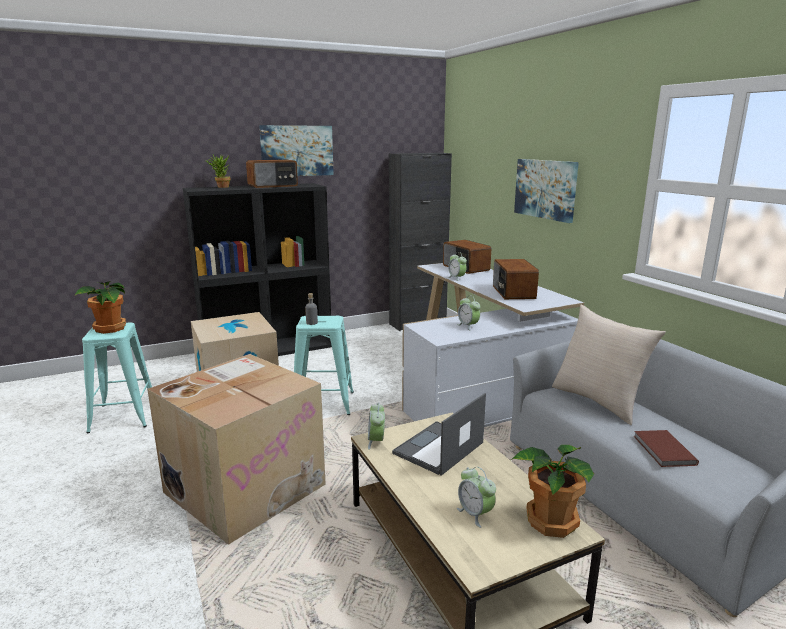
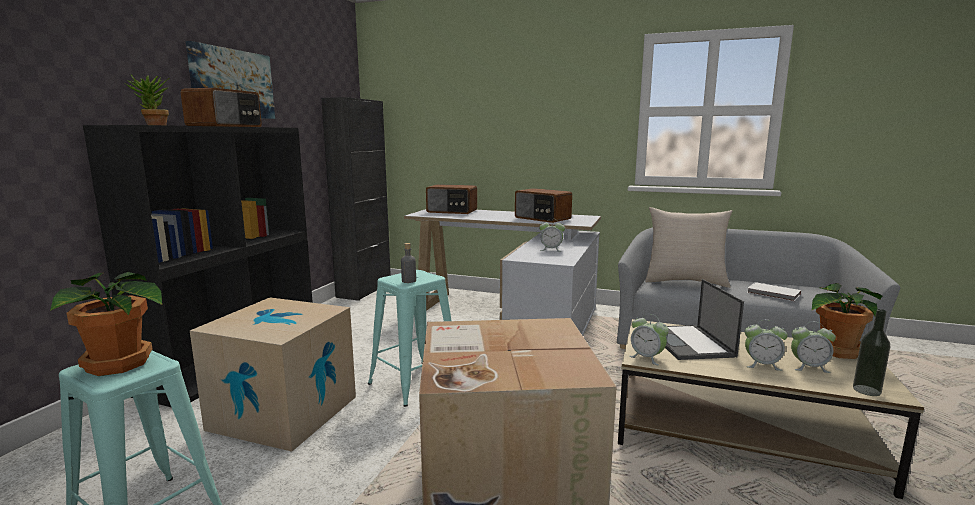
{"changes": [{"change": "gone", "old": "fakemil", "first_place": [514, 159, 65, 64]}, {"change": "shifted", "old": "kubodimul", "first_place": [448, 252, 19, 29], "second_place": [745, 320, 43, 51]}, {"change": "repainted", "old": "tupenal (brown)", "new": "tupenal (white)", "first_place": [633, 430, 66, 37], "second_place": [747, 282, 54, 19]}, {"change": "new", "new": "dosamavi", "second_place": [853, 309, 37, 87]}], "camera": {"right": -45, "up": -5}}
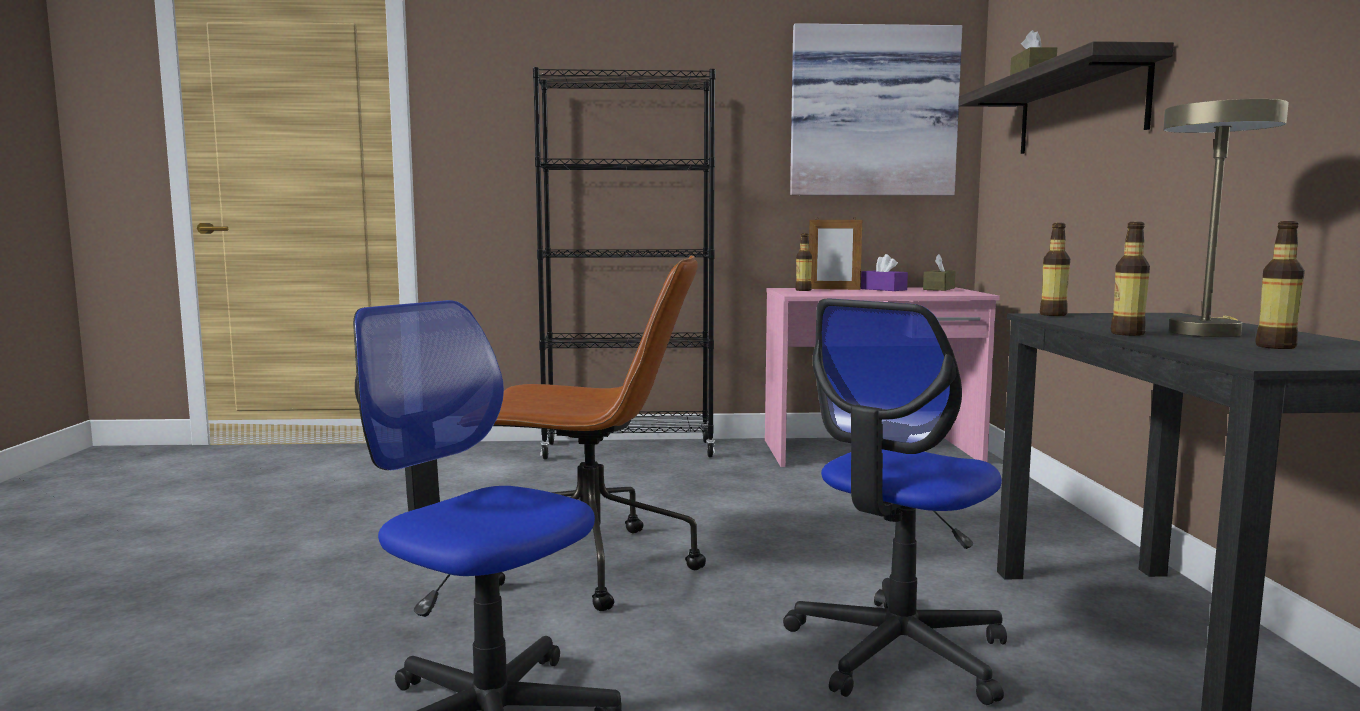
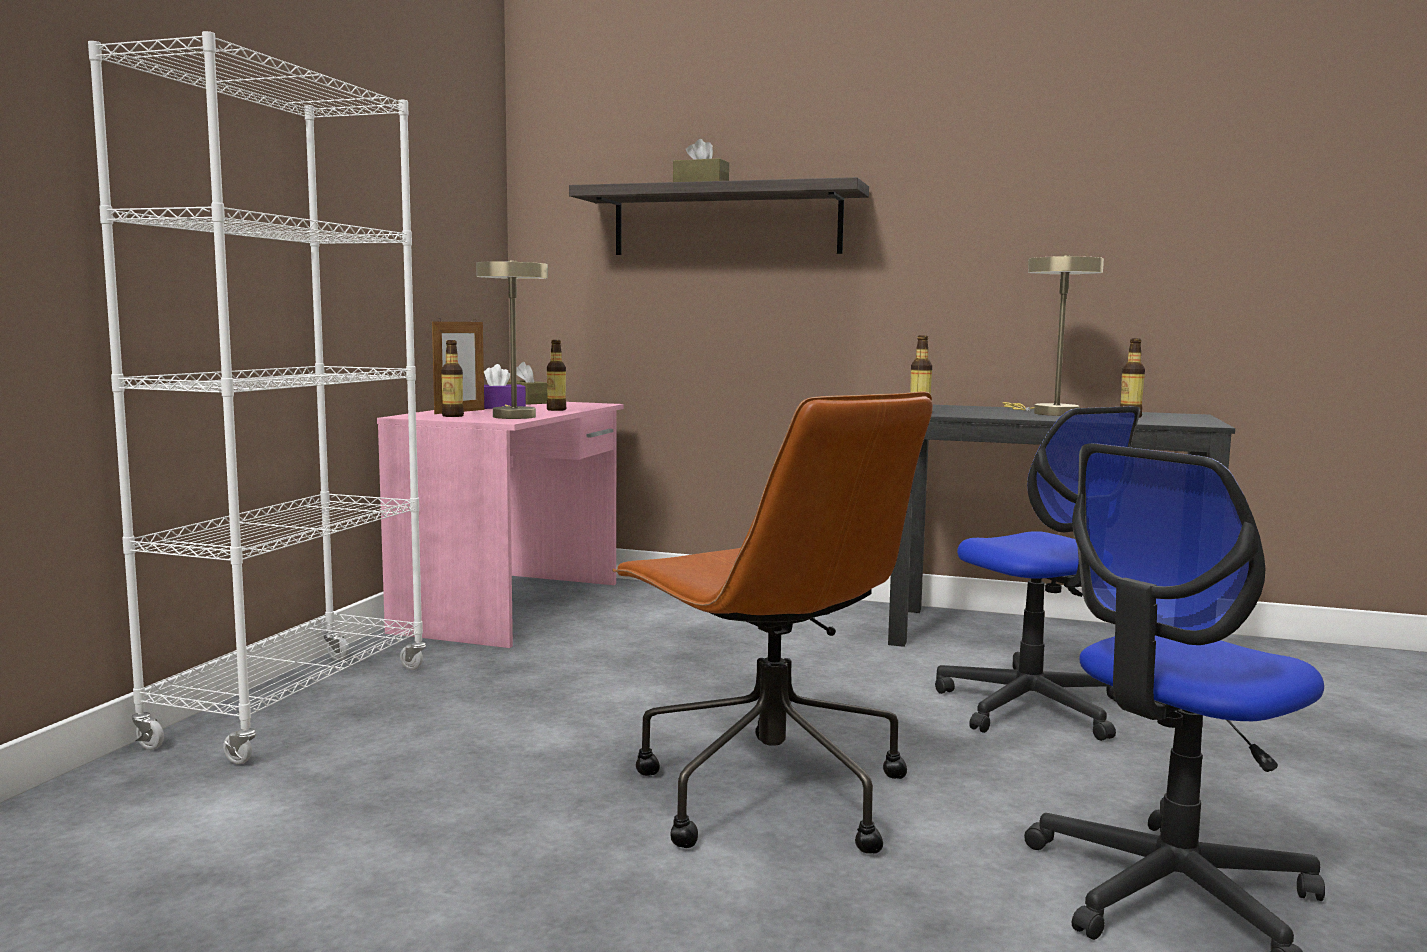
{"changes": [{"change": "gone", "old": "fakemil", "first_place": [790, 23, 172, 173]}, {"change": "repainted", "old": "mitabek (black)", "new": "mitabek (white)", "first_place": [533, 67, 183, 392], "second_place": [88, 31, 338, 733]}, {"change": "shifted", "old": "dosamavi", "first_place": [1111, 222, 39, 114], "second_place": [547, 340, 20, 71]}, {"change": "rotated", "old": "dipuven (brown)", "first_place": [493, 256, 213, 355], "second_place": [613, 392, 320, 462], "degrees": 120}, {"change": "new", "new": "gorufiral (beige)", "second_place": [476, 261, 72, 158]}], "camera": {"right": -70, "up": 0}}
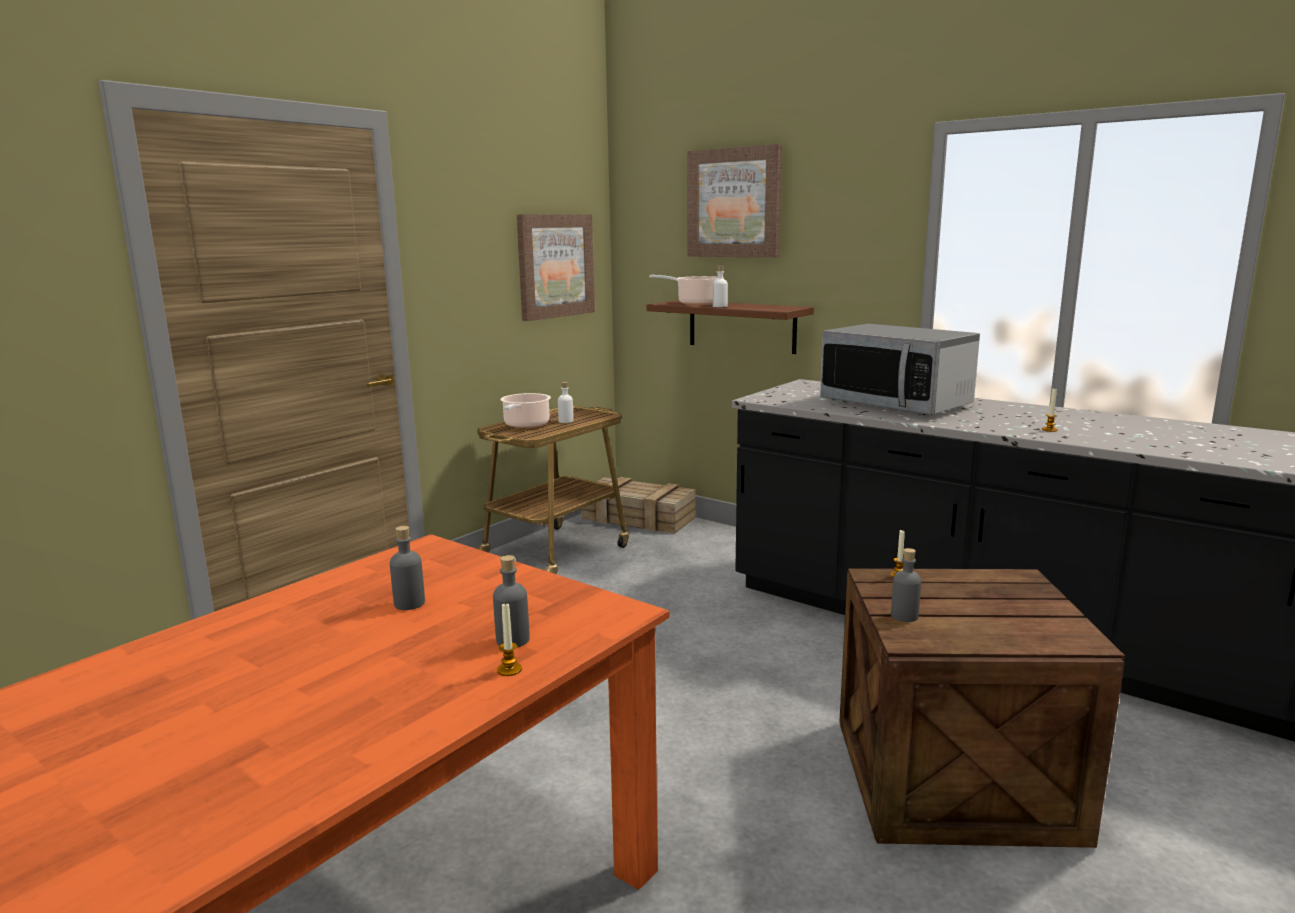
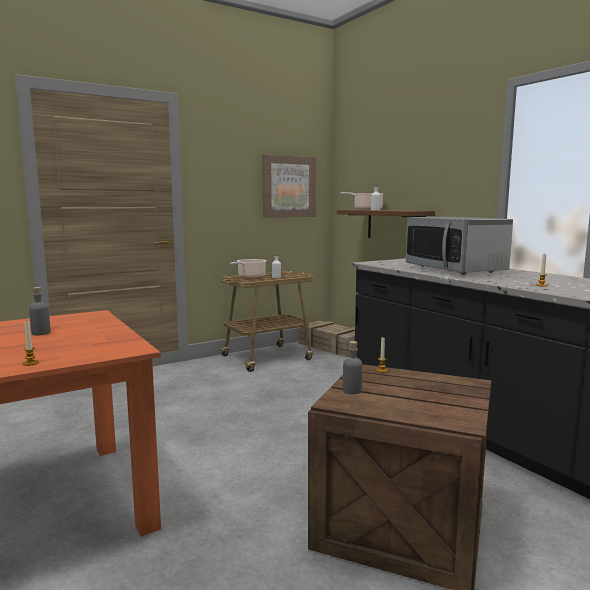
{"changes": [{"change": "gone", "old": "fakemil", "first_place": [687, 144, 95, 114]}, {"change": "gone", "old": "dosamavi (grey)", "first_place": [493, 555, 37, 92]}], "camera": {"right": 20, "up": -5}}
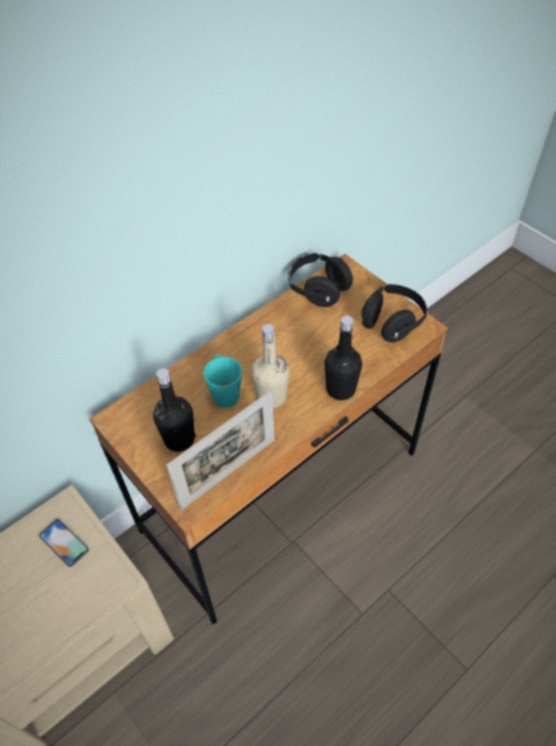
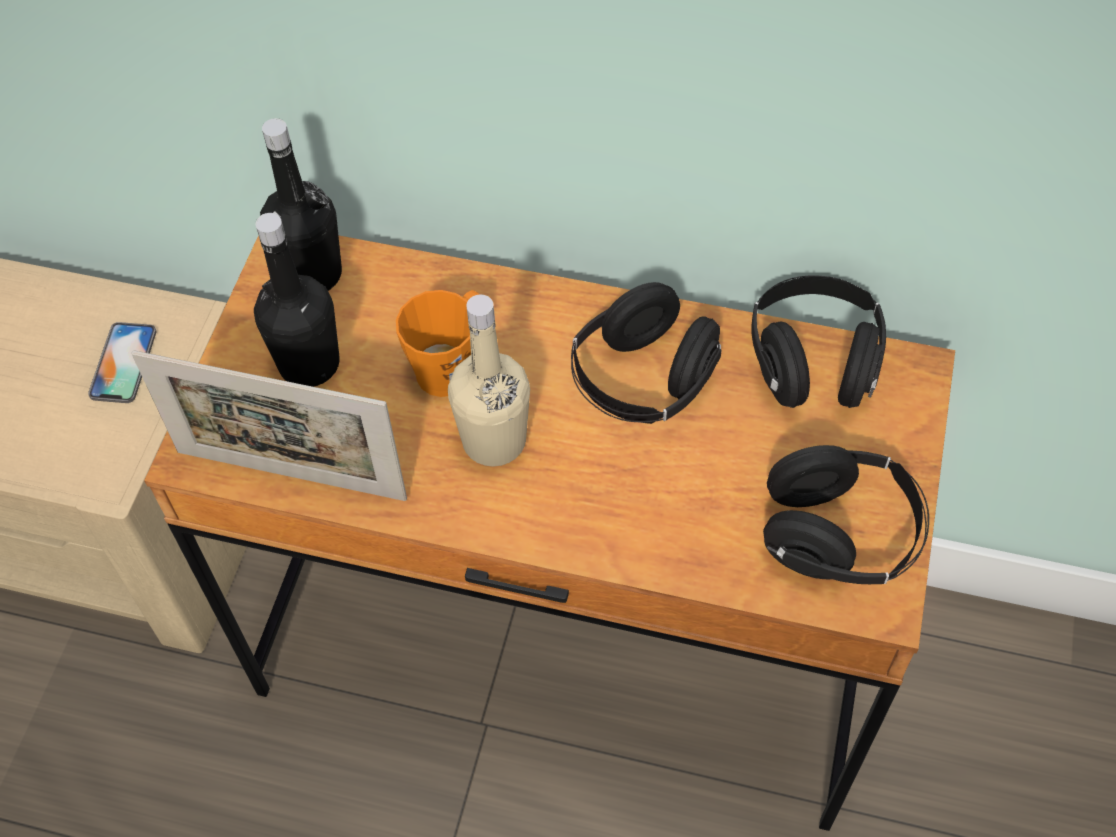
{"changes": [{"change": "shifted", "old": "dosamavi (black)", "first_place": [324, 315, 38, 85], "second_place": [260, 118, 82, 173]}, {"change": "repainted", "old": "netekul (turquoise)", "new": "netekul (orange)", "first_place": [203, 354, 39, 54], "second_place": [396, 290, 84, 107]}, {"change": "new", "new": "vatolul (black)", "second_place": [571, 282, 150, 142]}], "camera": {"right": 55, "up": 5}}
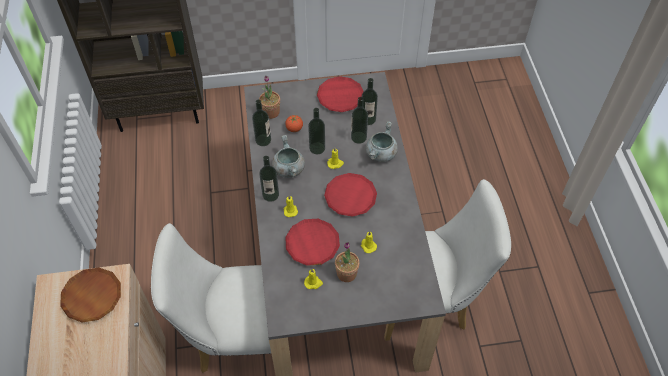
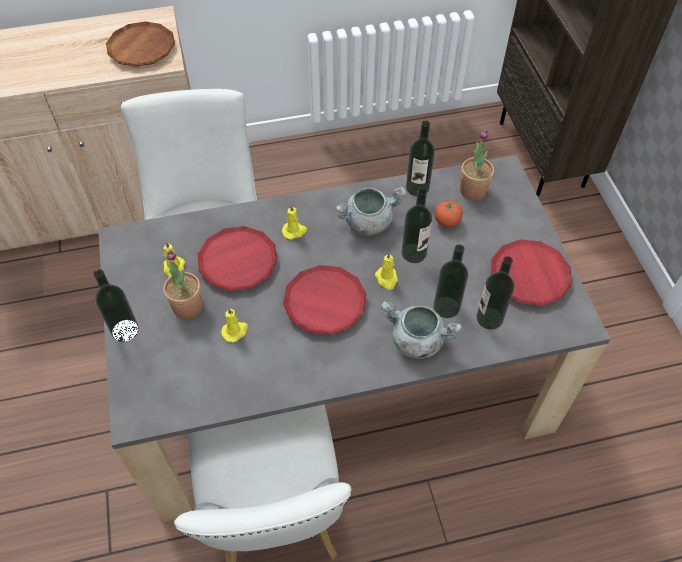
{"changes": [{"change": "shifted", "old": "dosamavi", "first_place": [259, 156, 20, 46], "second_place": [94, 269, 45, 73]}], "camera": {"right": 85, "up": 0}}
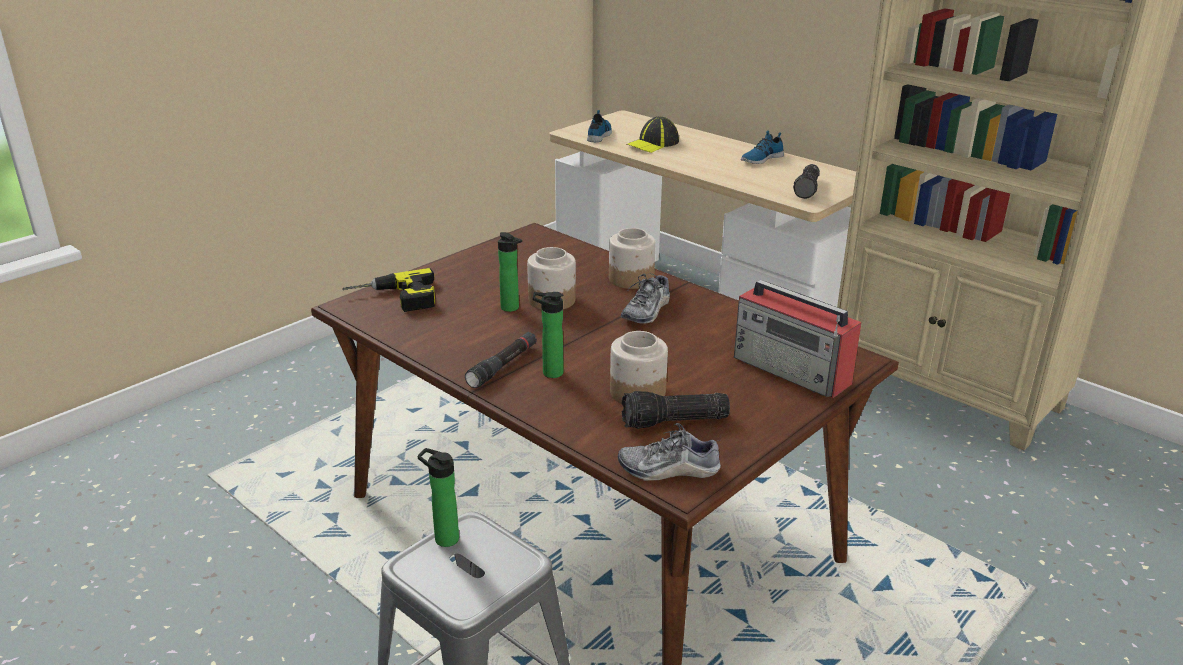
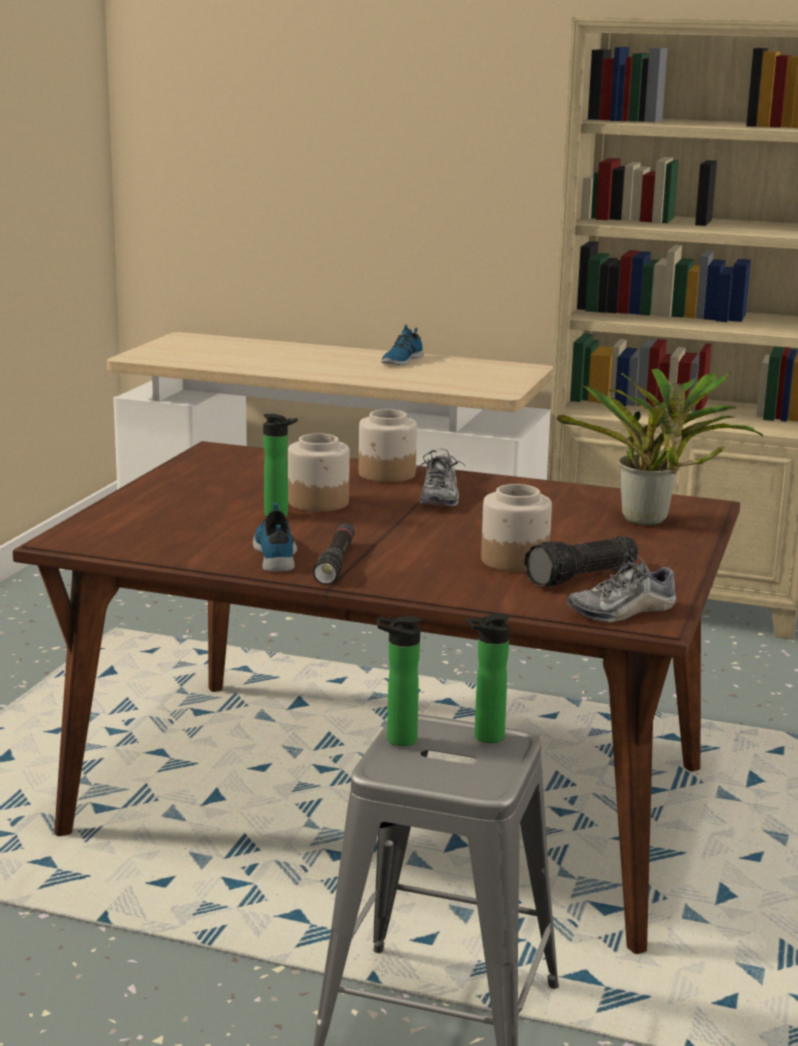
{"changes": [{"change": "shifted", "old": "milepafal", "first_place": [587, 110, 25, 32], "second_place": [253, 503, 44, 69]}, {"change": "gone", "old": "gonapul", "first_place": [626, 116, 53, 37]}, {"change": "gone", "old": "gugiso", "first_place": [793, 164, 27, 35]}, {"change": "gone", "old": "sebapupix", "first_place": [342, 268, 93, 44]}, {"change": "swapped", "old": "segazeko", "new": "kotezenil", "first_place": [734, 280, 128, 118], "second_place": [557, 368, 207, 158]}, {"change": "shifted", "old": "dosamavi", "first_place": [533, 292, 31, 86], "second_place": [466, 613, 44, 130]}], "camera": {"right": -25, "up": -10}}
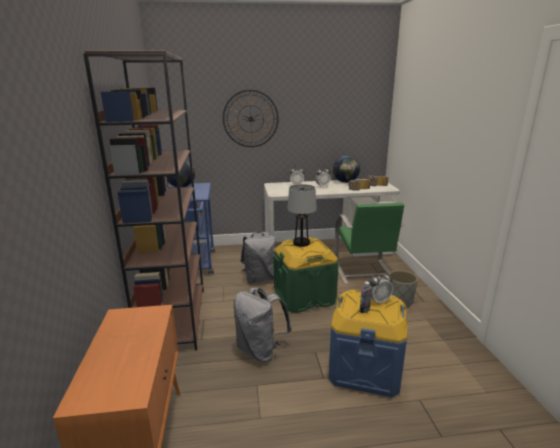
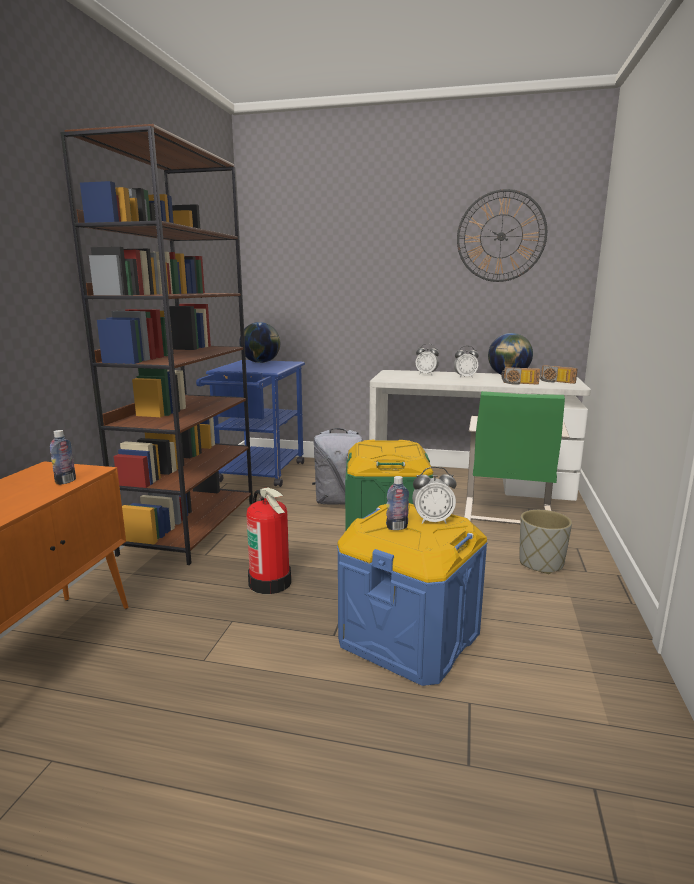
{"changes": [{"change": "shifted", "old": "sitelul", "first_place": [223, 90, 56, 57], "second_place": [457, 189, 90, 93]}, {"change": "gone", "old": "gorufiral", "first_place": [287, 184, 30, 63]}, {"change": "swapped", "old": "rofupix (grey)", "new": "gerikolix", "first_place": [233, 288, 59, 74], "second_place": [247, 487, 44, 107]}, {"change": "new", "new": "dosamavi", "second_place": [50, 430, 26, 55]}], "camera": {"right": 20, "up": -5}}
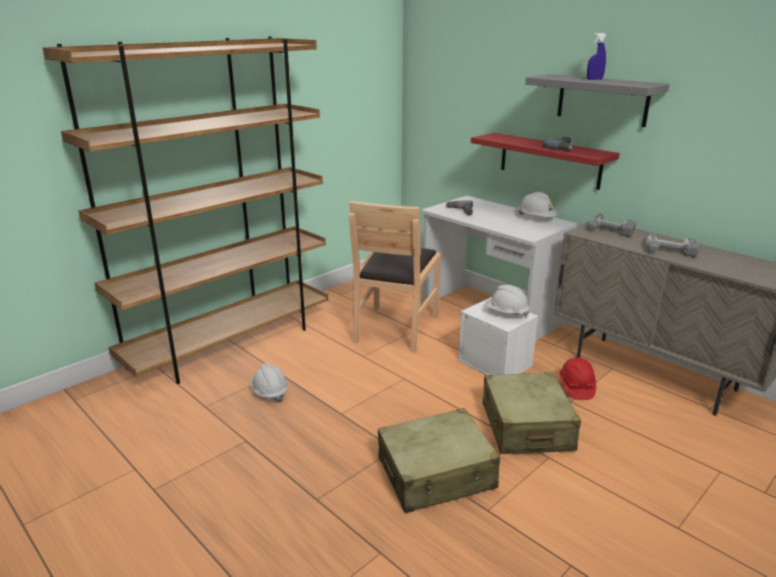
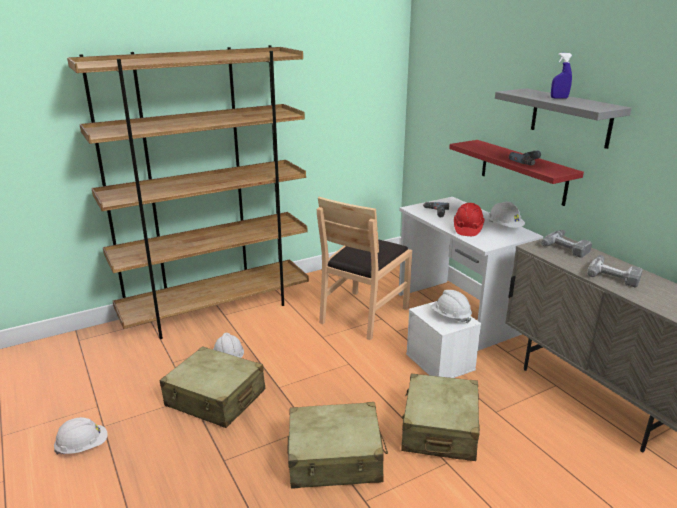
{"changes": [{"change": "shifted", "old": "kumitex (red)", "first_place": [559, 358, 37, 42], "second_place": [454, 203, 30, 33]}, {"change": "new", "new": "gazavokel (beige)", "second_place": [160, 346, 105, 82]}, {"change": "new", "new": "kumitex (white)", "second_place": [54, 417, 54, 37]}], "camera": {"right": 15, "up": 0}}
